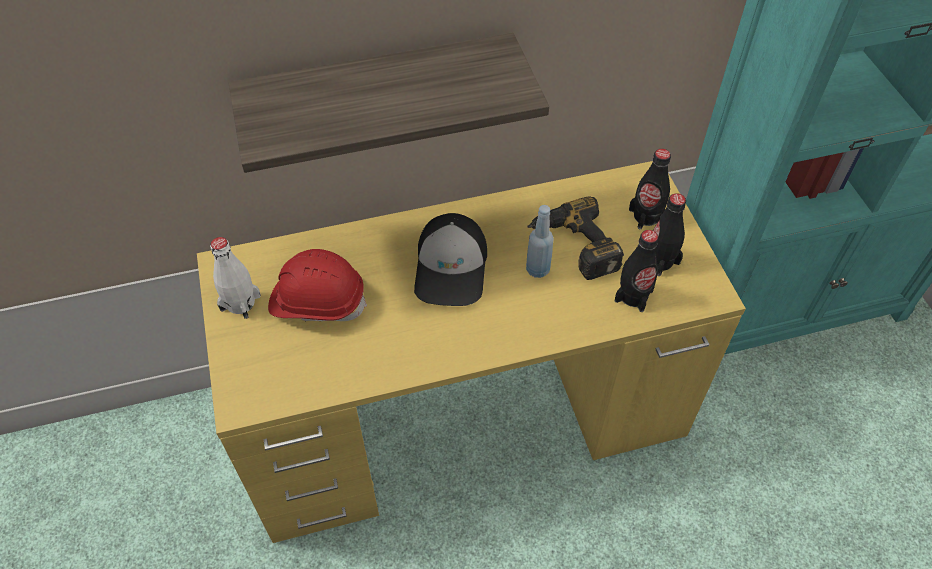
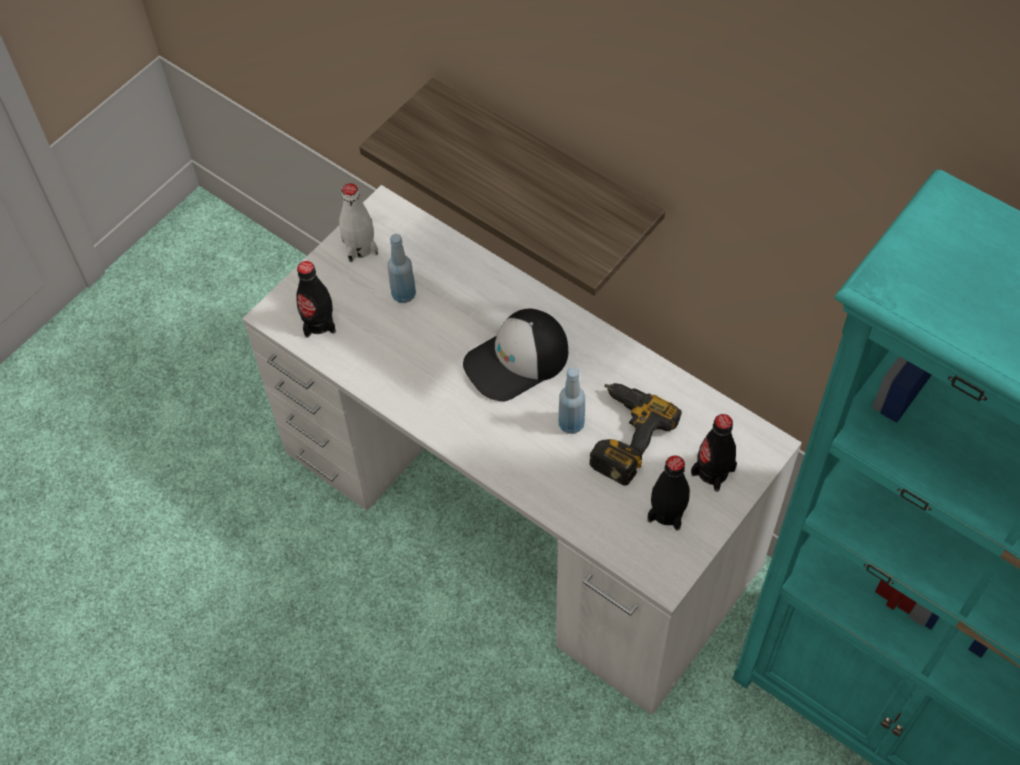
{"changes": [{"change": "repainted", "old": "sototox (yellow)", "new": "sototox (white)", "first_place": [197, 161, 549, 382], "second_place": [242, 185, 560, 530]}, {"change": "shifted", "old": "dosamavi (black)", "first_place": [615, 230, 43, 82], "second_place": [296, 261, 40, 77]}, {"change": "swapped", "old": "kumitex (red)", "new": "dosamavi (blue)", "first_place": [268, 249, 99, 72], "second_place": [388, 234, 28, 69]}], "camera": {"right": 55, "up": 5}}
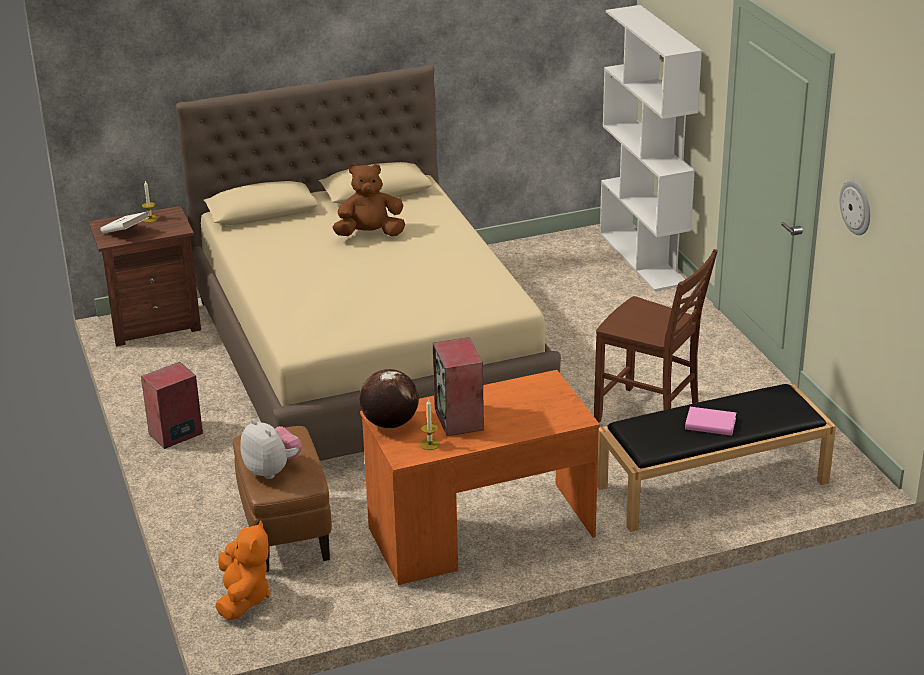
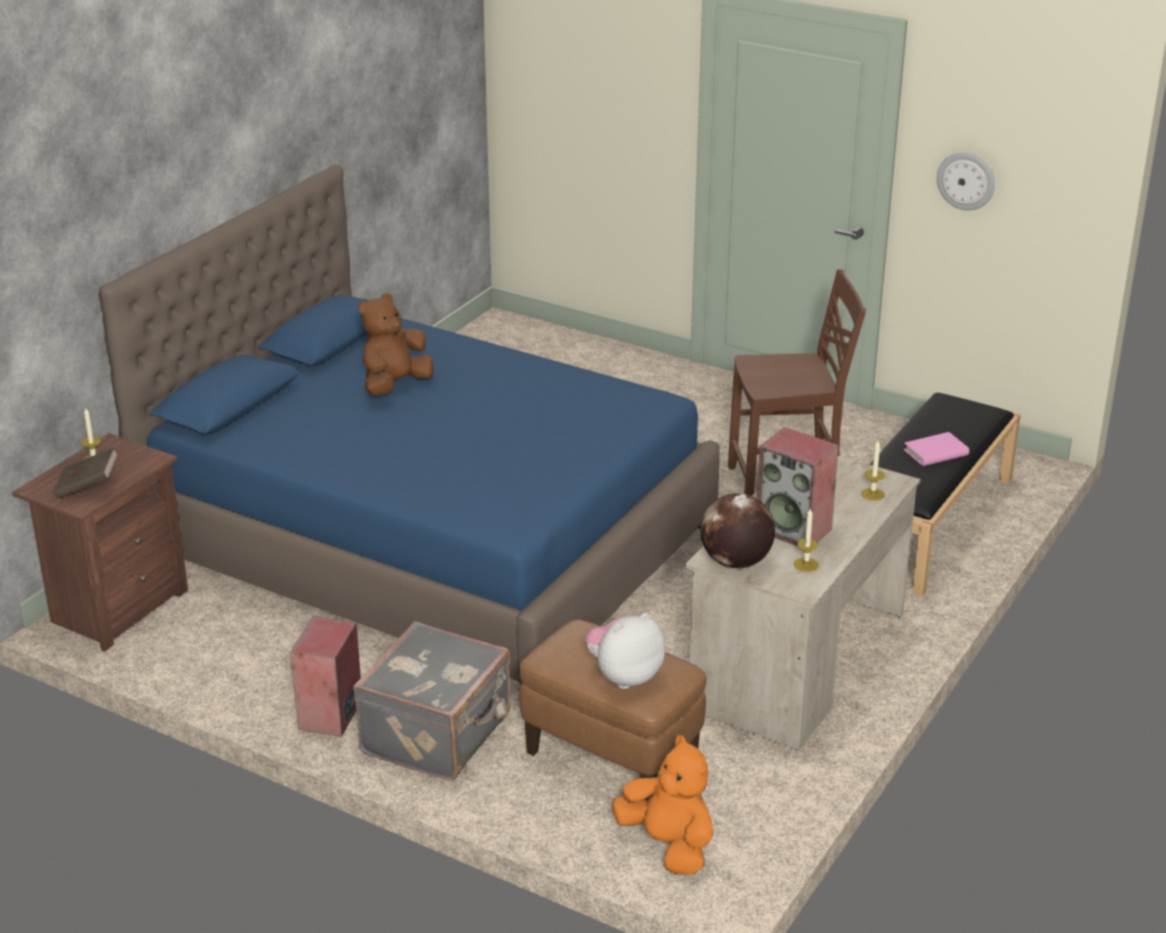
{"changes": [{"change": "gone", "old": "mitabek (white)", "first_place": [600, 5, 102, 286]}, {"change": "repainted", "old": "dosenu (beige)", "new": "dosenu (blue)", "first_place": [176, 65, 385, 396], "second_place": [99, 164, 621, 521]}, {"change": "repainted", "old": "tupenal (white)", "new": "tupenal (brown)", "first_place": [100, 212, 49, 21], "second_place": [53, 448, 65, 51]}, {"change": "repainted", "old": "sototox (orange)", "new": "sototox (beige)", "first_place": [360, 370, 240, 215], "second_place": [685, 456, 235, 294]}, {"change": "rotated", "old": "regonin", "first_place": [240, 419, 62, 60], "second_place": [585, 613, 80, 76], "degrees": -45}, {"change": "new", "new": "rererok", "second_place": [861, 441, 24, 60]}, {"change": "new", "new": "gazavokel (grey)", "second_place": [353, 621, 157, 159]}], "camera": {"right": -40, "up": 0}}
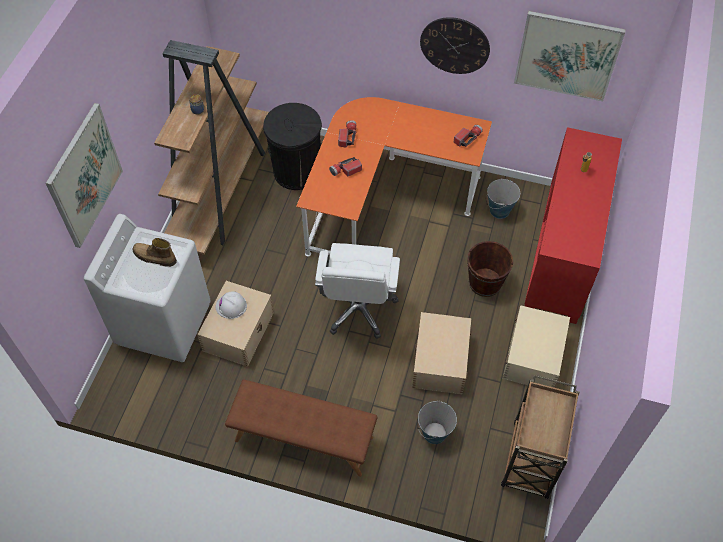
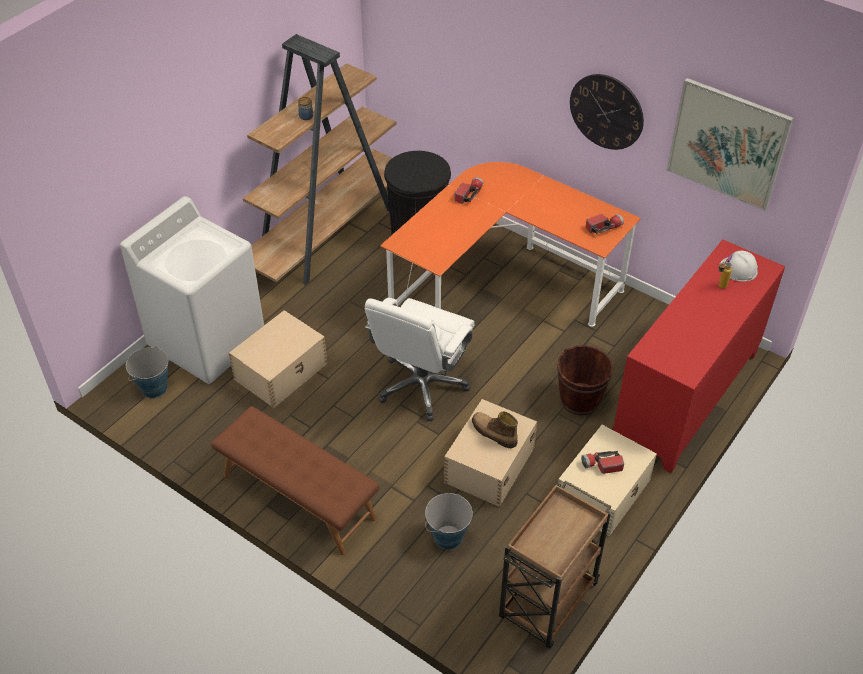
{"changes": [{"change": "gone", "old": "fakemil", "first_place": [46, 103, 77, 145]}, {"change": "shifted", "old": "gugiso", "first_place": [329, 157, 33, 19], "second_place": [581, 451, 43, 23]}, {"change": "shifted", "old": "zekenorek", "first_place": [486, 178, 34, 41], "second_place": [126, 347, 43, 51]}, {"change": "shifted", "old": "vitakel", "first_place": [133, 238, 44, 29], "second_place": [472, 411, 46, 37]}, {"change": "shifted", "old": "kumitex (white)", "first_place": [216, 291, 31, 28], "second_place": [720, 251, 38, 30]}], "camera": {"right": 20, "up": -10}}
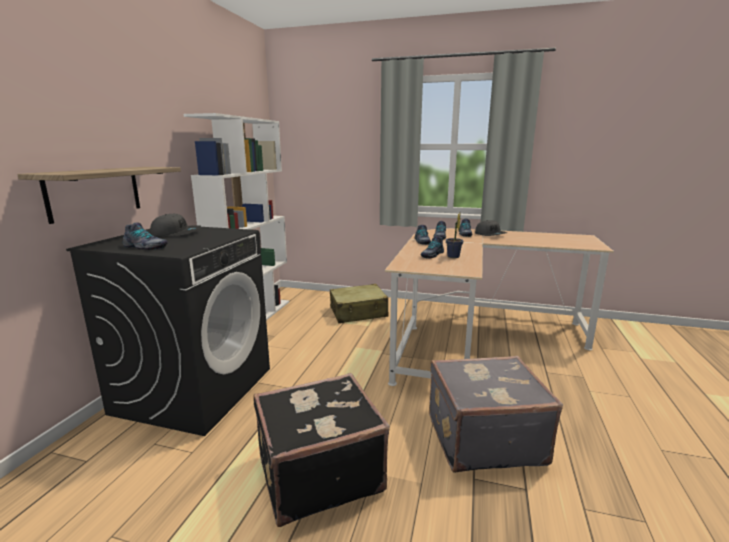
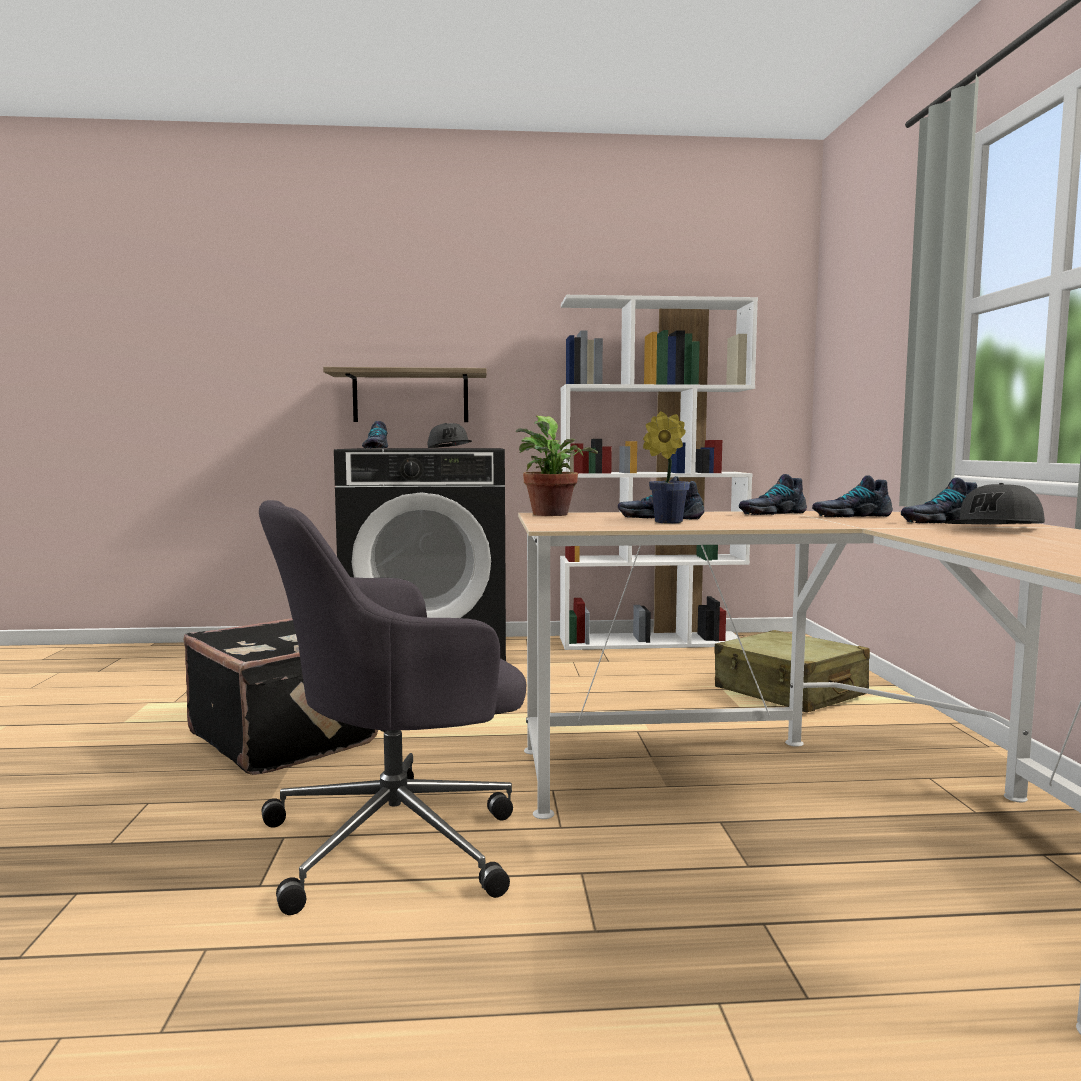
{"changes": [{"change": "swapped", "old": "gazavokel (grey)", "new": "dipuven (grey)", "first_place": [429, 356, 134, 117], "second_place": [259, 500, 267, 415]}, {"change": "new", "new": "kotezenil", "second_place": [516, 415, 82, 101]}], "camera": {"right": 70, "up": -10}}
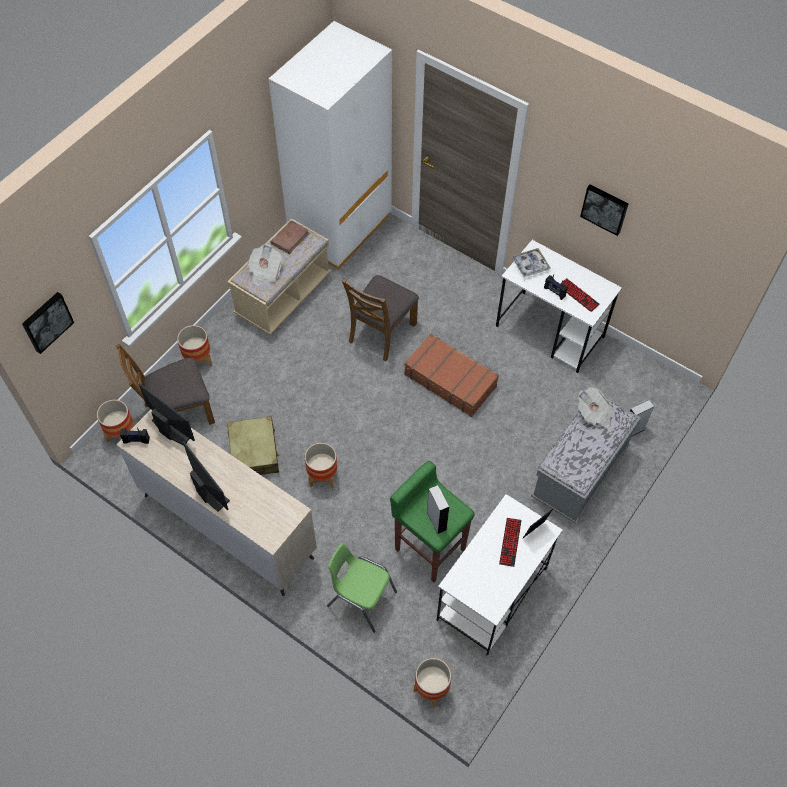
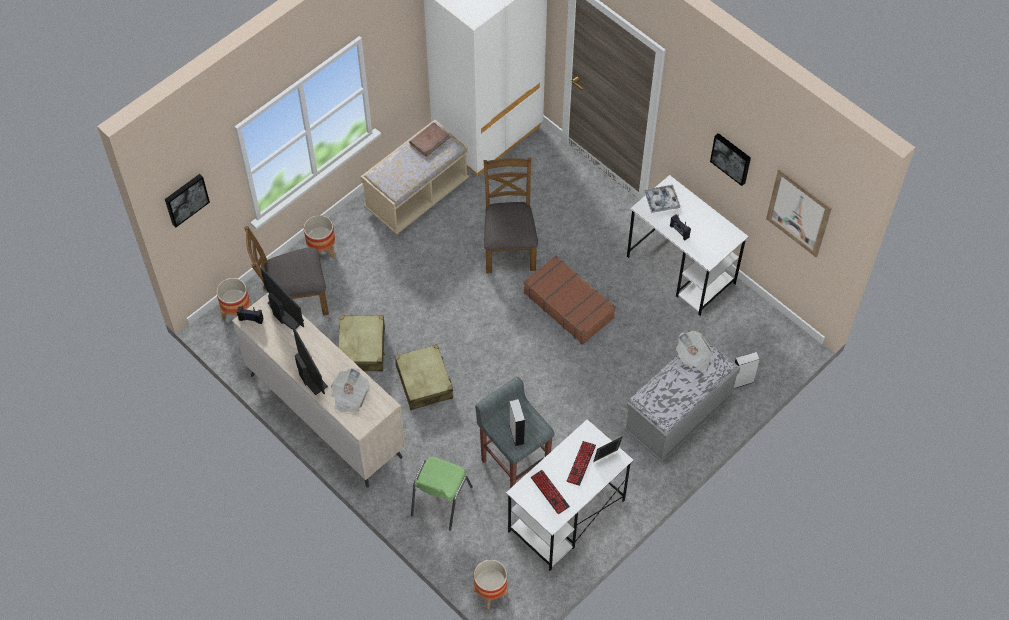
{"changes": [{"change": "shifted", "old": "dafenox", "first_place": [248, 244, 35, 41], "second_place": [331, 368, 39, 45]}, {"change": "rotated", "old": "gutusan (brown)", "first_place": [342, 275, 77, 87], "second_place": [483, 158, 55, 115], "degrees": 135}, {"change": "shifted", "old": "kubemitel", "first_place": [560, 278, 40, 34], "second_place": [531, 470, 39, 44]}, {"change": "swapped", "old": "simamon", "new": "gazavokel (beige)", "first_place": [305, 443, 32, 46], "second_place": [395, 344, 58, 66]}, {"change": "repainted", "old": "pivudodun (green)", "new": "pivudodun (grey)", "first_place": [390, 461, 85, 122], "second_place": [475, 377, 79, 111]}, {"change": "rotated", "old": "gutusan (green)", "first_place": [327, 543, 70, 90], "second_place": [411, 457, 62, 74], "degrees": -105}, {"change": "new", "new": "fakemil", "second_place": [766, 168, 66, 89]}], "camera": {"right": 10, "up": 0}}
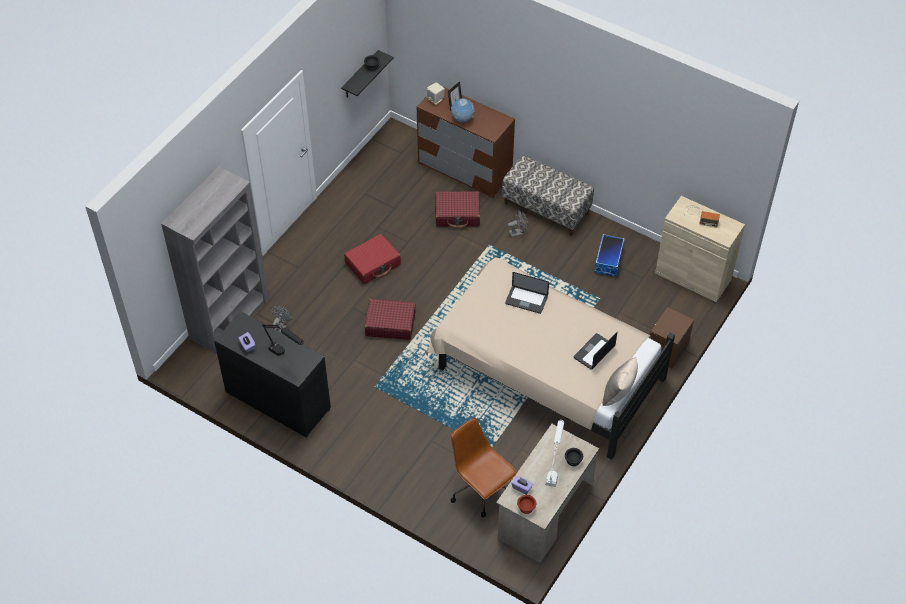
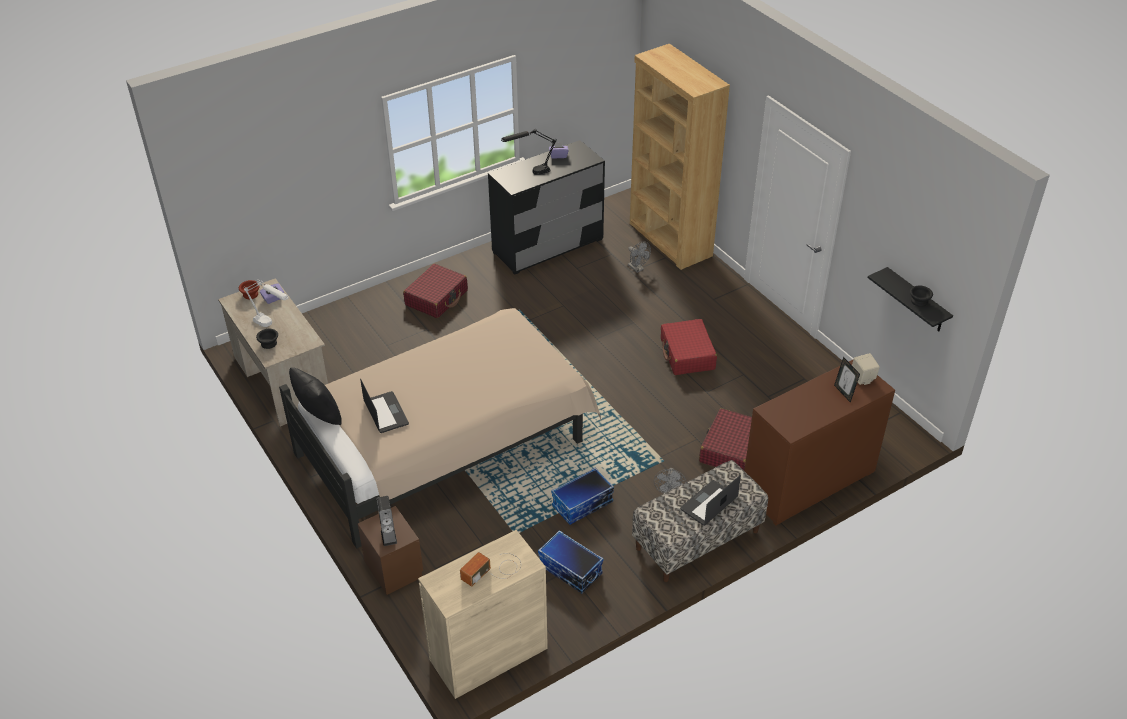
{"changes": [{"change": "gone", "old": "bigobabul", "first_place": [451, 98, 24, 24]}, {"change": "repainted", "old": "mitabek (grey)", "new": "mitabek (brown)", "first_place": [161, 166, 108, 188], "second_place": [630, 44, 100, 226]}, {"change": "shifted", "old": "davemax", "first_place": [505, 272, 44, 42], "second_place": [680, 475, 61, 51]}, {"change": "shifted", "old": "gazavokel (red)", "first_place": [365, 299, 51, 41], "second_place": [403, 264, 65, 54]}, {"change": "repainted", "old": "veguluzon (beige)", "new": "veguluzon (black)", "first_place": [602, 357, 36, 49], "second_place": [289, 367, 53, 59]}, {"change": "gone", "old": "dipuven (brown)", "first_place": [451, 418, 66, 99]}, {"change": "new", "new": "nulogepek", "second_place": [551, 467, 63, 58]}, {"change": "new", "new": "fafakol", "second_place": [377, 496, 20, 50]}], "camera": {"right": 115, "up": -10}}
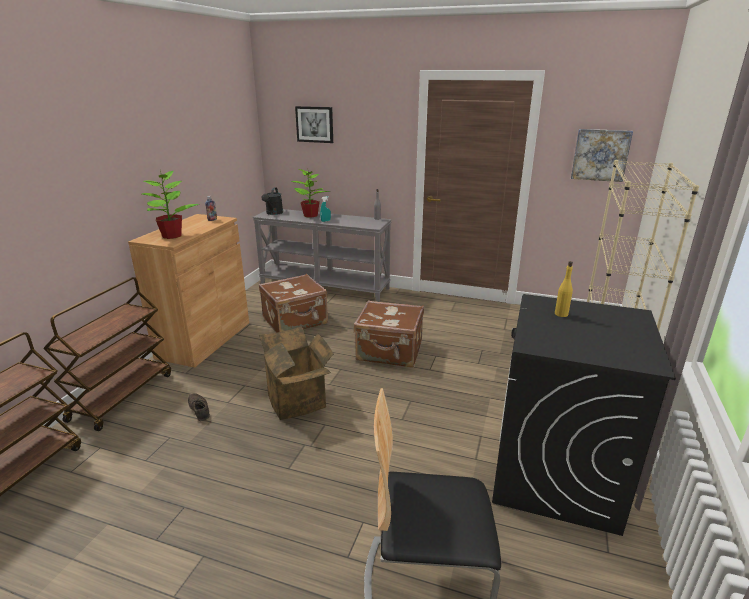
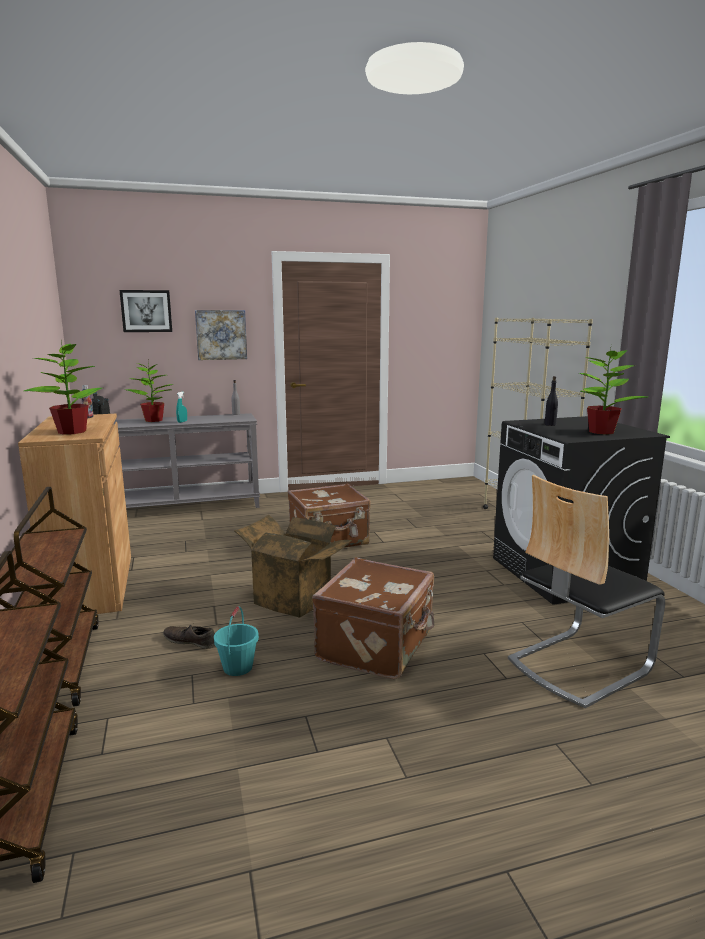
{"changes": [{"change": "shifted", "old": "fakemil", "first_place": [571, 129, 62, 53], "second_place": [195, 310, 52, 50]}, {"change": "repainted", "old": "dosamavi (yellow)", "new": "dosamavi (black)", "first_place": [555, 261, 18, 56], "second_place": [545, 376, 13, 50]}, {"change": "shifted", "old": "gazavokel (brown)", "first_place": [259, 274, 69, 59], "second_place": [312, 557, 122, 122]}, {"change": "new", "new": "kotezenil", "second_place": [579, 345, 68, 90]}, {"change": "new", "new": "zekenorek (turquoise)", "second_place": [214, 606, 45, 70]}], "camera": {"right": -35, "up": -10}}
